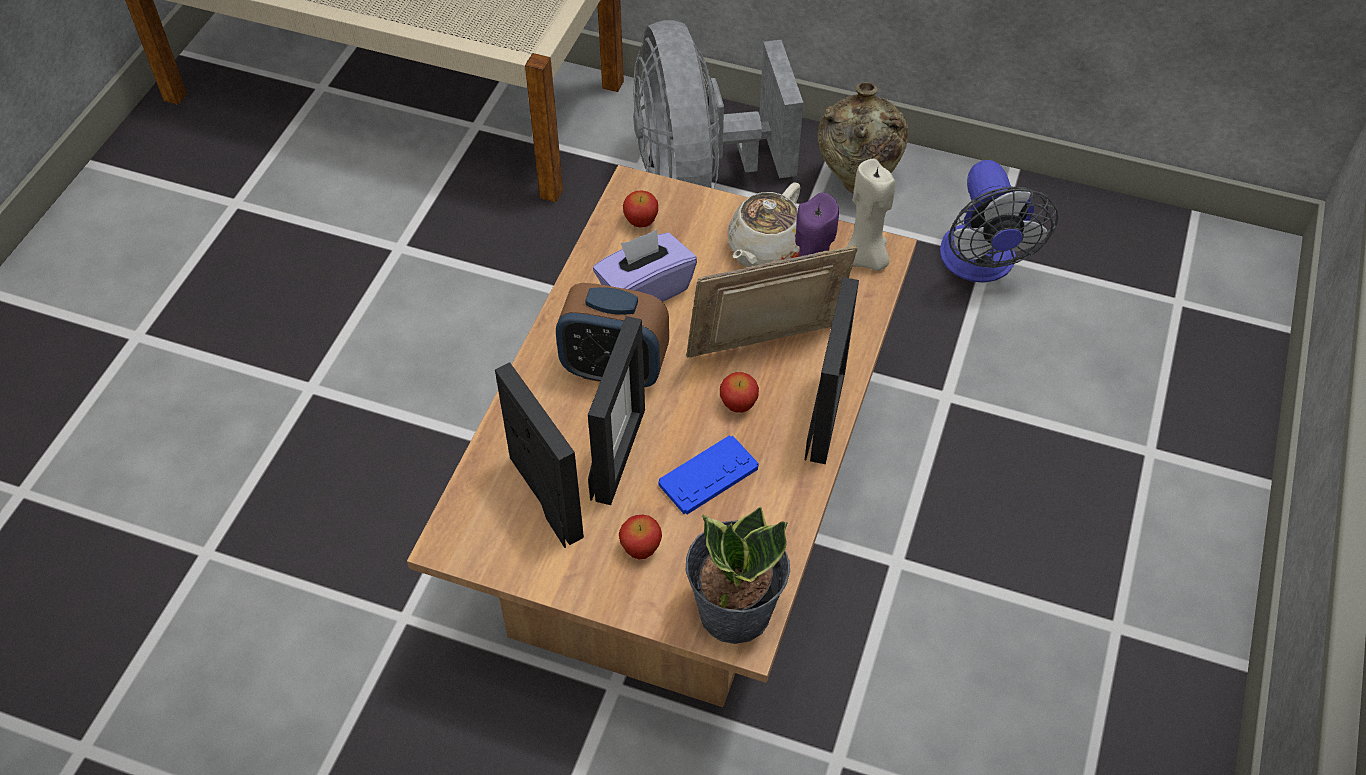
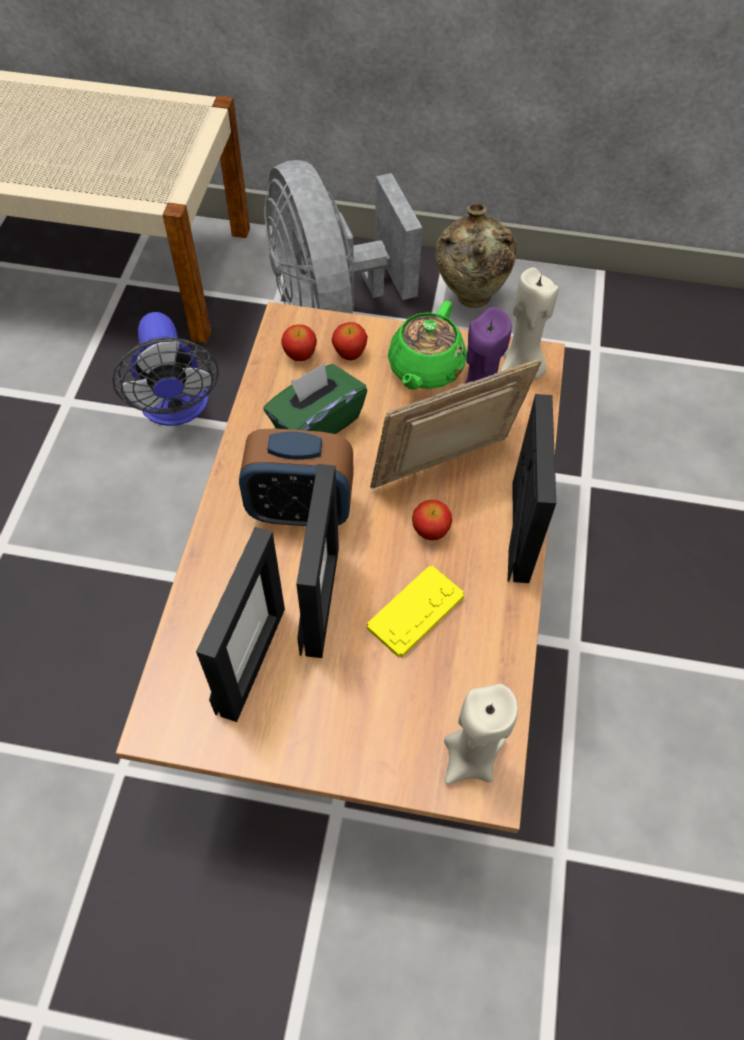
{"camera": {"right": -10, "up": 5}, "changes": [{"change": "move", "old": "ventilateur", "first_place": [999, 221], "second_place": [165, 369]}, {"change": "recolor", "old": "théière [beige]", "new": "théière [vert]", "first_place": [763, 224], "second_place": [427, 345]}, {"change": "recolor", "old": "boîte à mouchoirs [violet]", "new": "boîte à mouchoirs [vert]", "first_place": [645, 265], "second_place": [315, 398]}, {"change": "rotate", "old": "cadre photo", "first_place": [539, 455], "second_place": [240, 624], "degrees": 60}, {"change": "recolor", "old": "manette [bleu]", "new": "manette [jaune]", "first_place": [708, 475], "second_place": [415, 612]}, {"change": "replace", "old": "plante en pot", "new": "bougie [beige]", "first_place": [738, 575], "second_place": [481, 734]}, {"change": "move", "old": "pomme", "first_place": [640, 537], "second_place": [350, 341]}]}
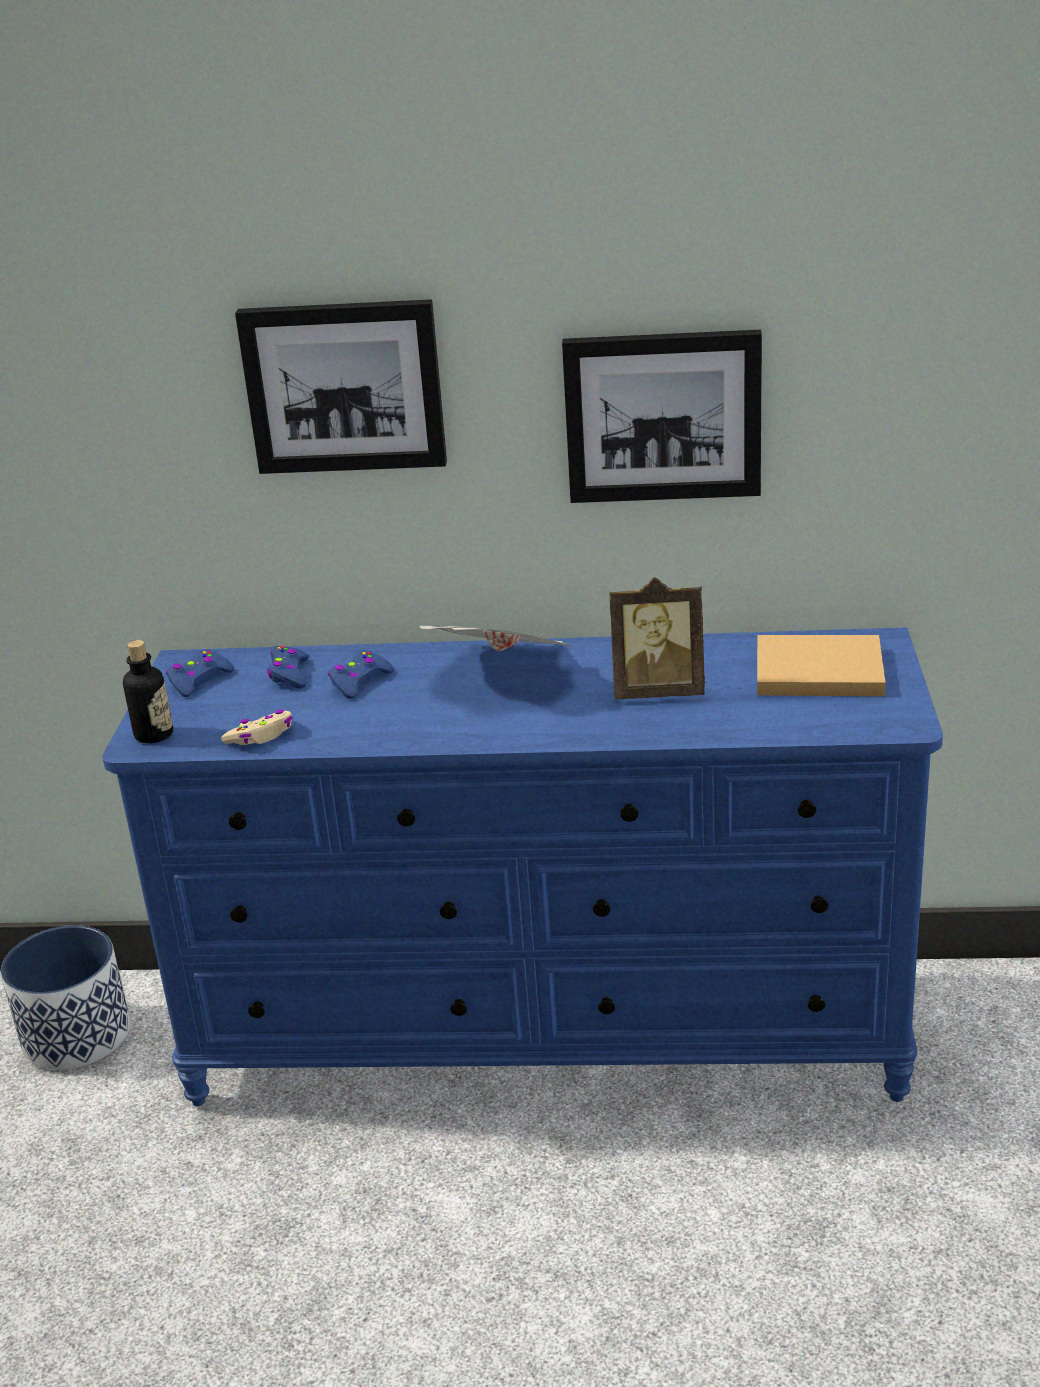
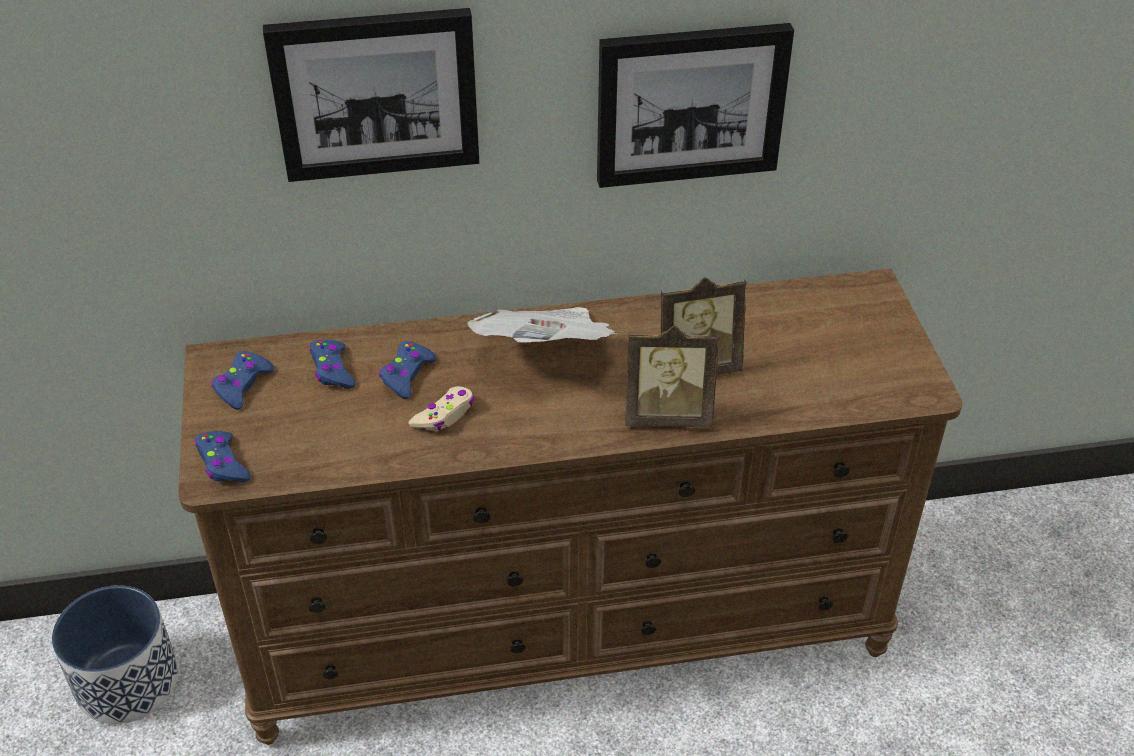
{"camera": {"right": -15, "up": 15}, "changes": [{"change": "recolor", "old": "commode [bleu]", "new": "commode [marron]", "first_place": [522, 866], "second_place": [570, 506]}, {"change": "delete", "old": "livre [beige]", "first_place": [821, 665]}, {"change": "replace", "old": "bouteille", "new": "manette [bleu]", "first_place": [148, 691], "second_place": [223, 456]}, {"change": "move", "old": "manette [beige]", "first_place": [257, 727], "second_place": [442, 408]}, {"change": "insert", "new": "cadre photo", "second_place": [672, 376]}]}
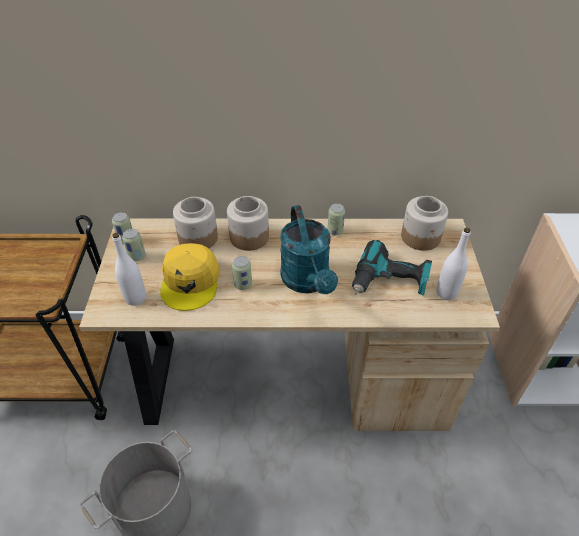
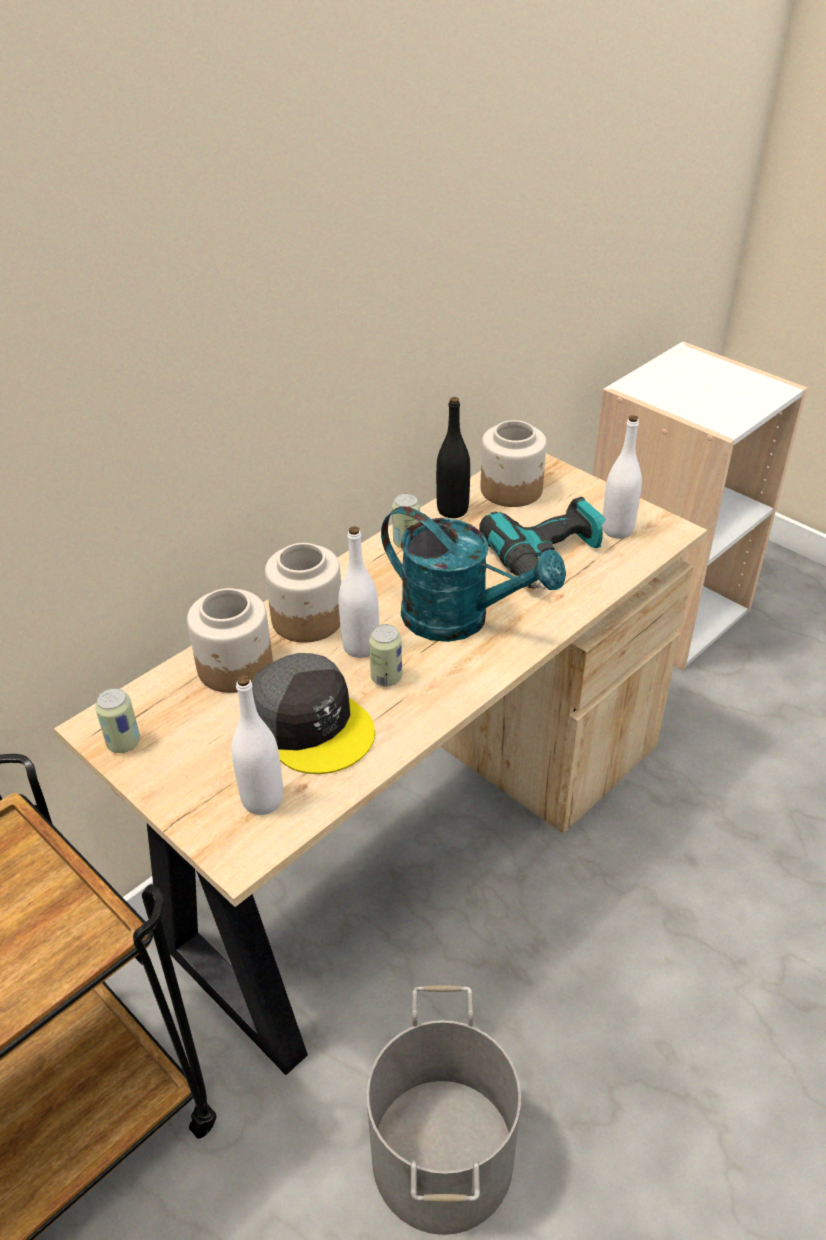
{"camera": {"right": -45, "up": -5}, "changes": [{"change": "delete", "old": "boîte métallique", "first_place": [134, 245]}, {"change": "recolor", "old": "casquette [jaune]", "new": "casquette [gris]", "first_place": [189, 277], "second_place": [313, 713]}, {"change": "insert", "new": "bouteille [noir]", "second_place": [453, 457]}, {"change": "insert", "new": "bouteille [blanc]", "second_place": [358, 592]}]}
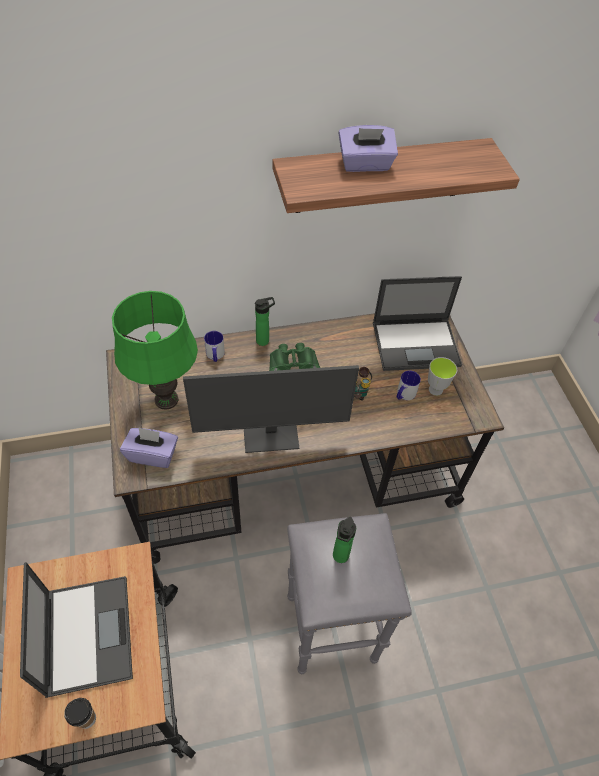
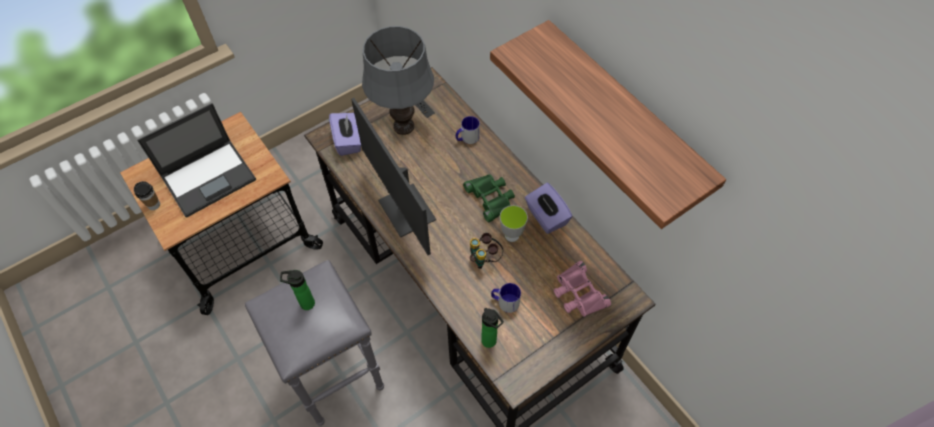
{"camera": {"right": 70, "up": 5}, "changes": [{"change": "move", "old": "boîte à mouchoirs [violet]", "first_place": [368, 148], "second_place": [549, 208]}, {"change": "replace", "old": "ordinateur portable", "new": "jumelles [rose]", "first_place": [417, 323], "second_place": [582, 289]}, {"change": "recolor", "old": "lampe de table [vert]", "new": "lampe de table [gris]", "first_place": [155, 350], "second_place": [398, 80]}, {"change": "move", "old": "bouteille", "first_place": [265, 321], "second_place": [492, 328]}, {"change": "move", "old": "tasse", "first_place": [442, 376], "second_place": [514, 223]}]}
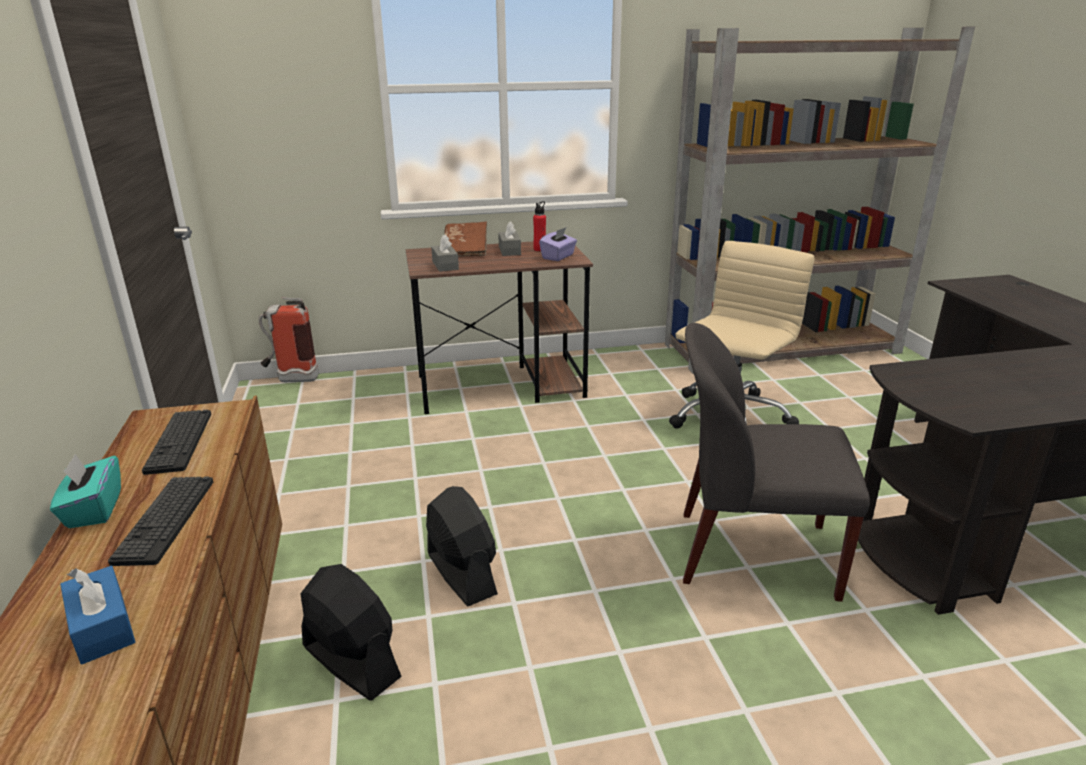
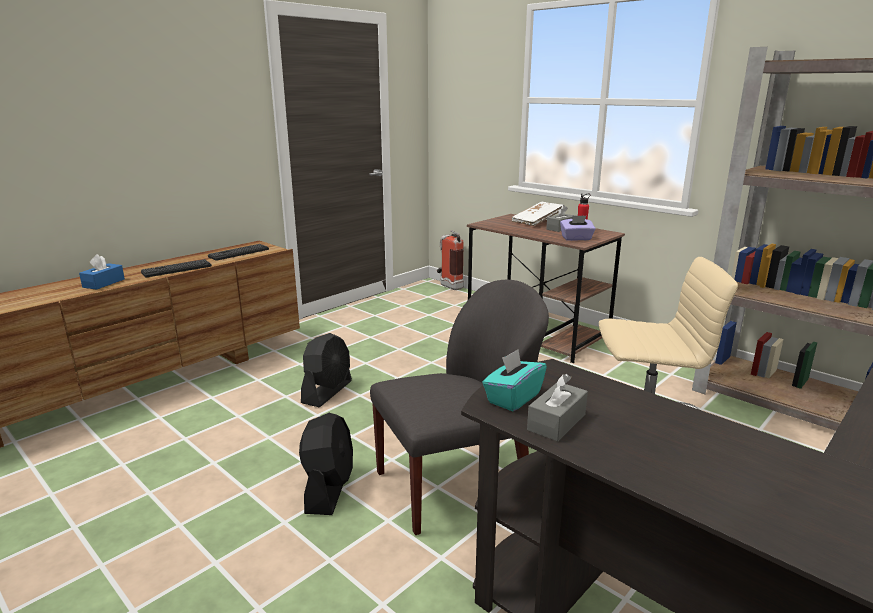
{"camera": {"right": 55, "up": -5}, "changes": [{"change": "recolor", "old": "livre [marron]", "new": "livre [blanc]", "first_place": [465, 239], "second_place": [537, 214]}, {"change": "move", "old": "boîte à mouchoirs [gris]", "first_place": [445, 253], "second_place": [557, 408]}, {"change": "rotate", "old": "chaise [gris]", "first_place": [776, 462], "second_place": [459, 407], "degrees": 90}, {"change": "move", "old": "boîte à mouchoirs [turquoise]", "first_place": [85, 491], "second_place": [514, 380]}, {"change": "move", "old": "ventilateur [noir]", "first_place": [351, 632], "second_place": [326, 464]}]}
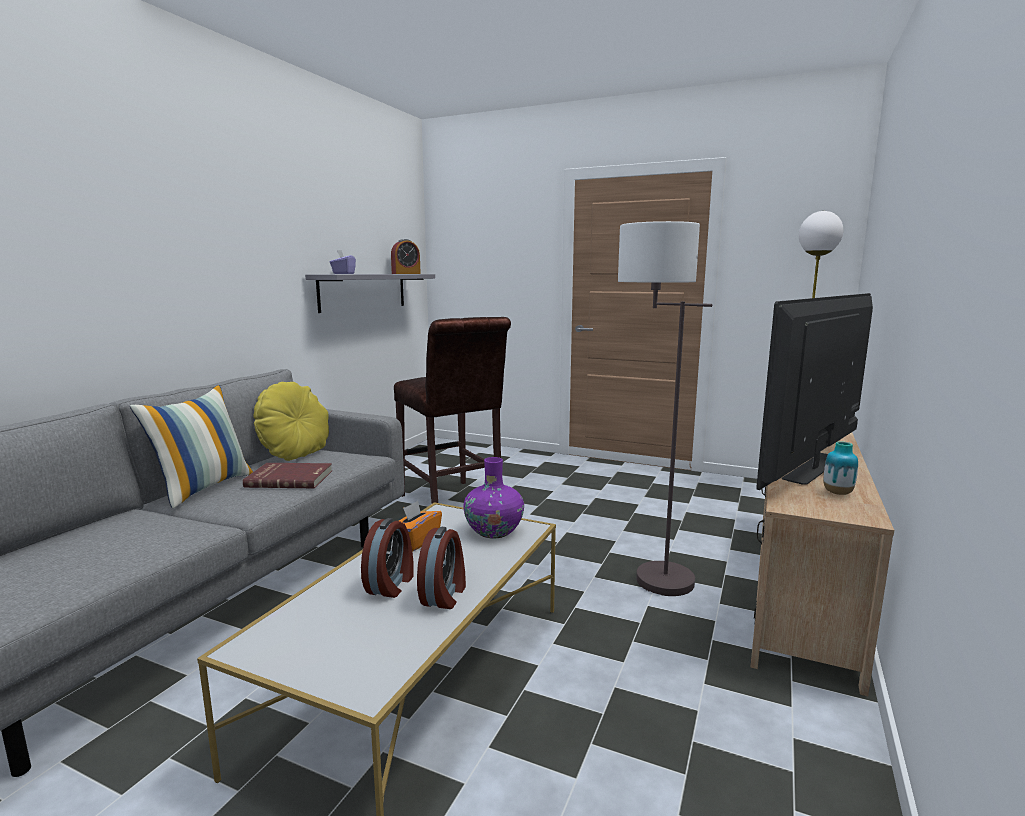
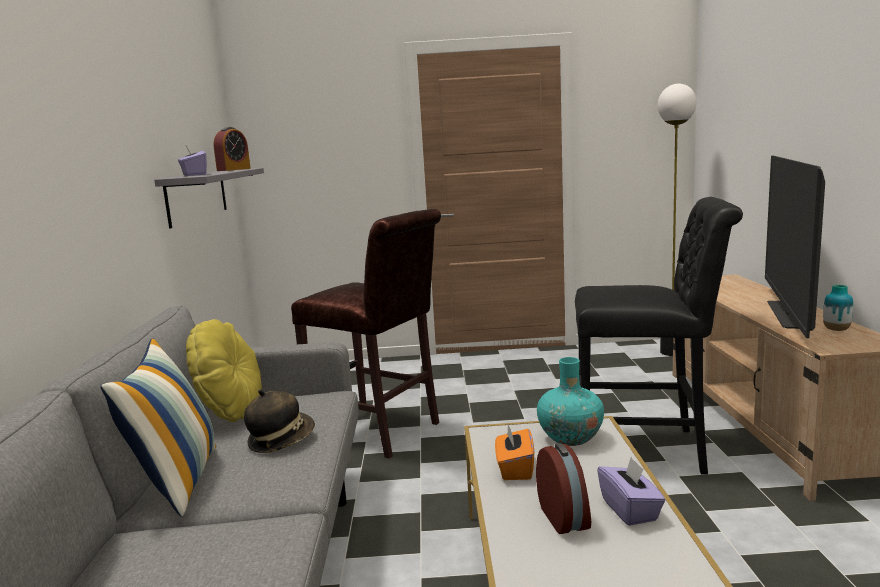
{"camera": {"right": -25, "up": 0}, "changes": [{"change": "replace", "old": "lampadaire [blanc]", "new": "tabouret [noir]", "first_place": [665, 408], "second_place": [659, 336]}, {"change": "recolor", "old": "vase [violet]", "new": "vase [turquoise]", "first_place": [493, 497], "second_place": [570, 401]}, {"change": "replace", "old": "livre [rouge]", "new": "chapeau", "first_place": [287, 475], "second_place": [279, 421]}, {"change": "replace", "old": "réveil", "new": "boîte à mouchoirs [violet]", "first_place": [441, 568], "second_place": [631, 491]}]}
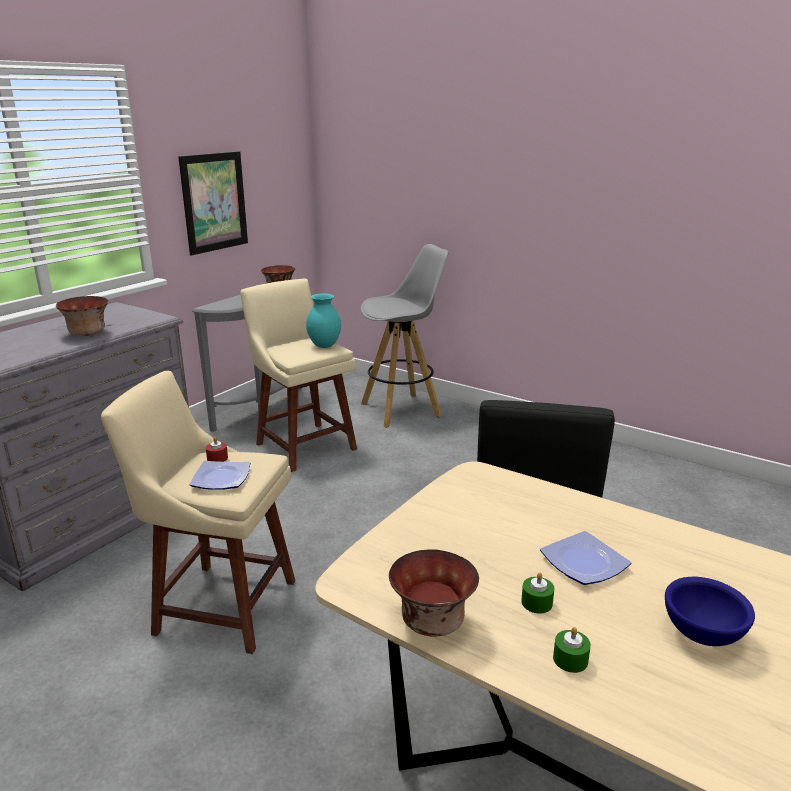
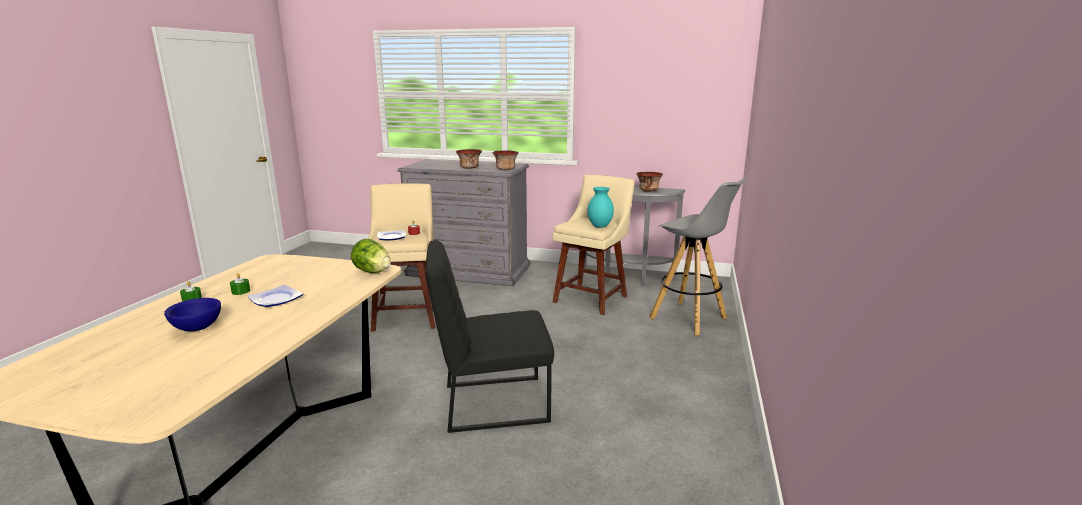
{"camera": {"right": 70, "up": -5}, "changes": [{"change": "delete", "old": "tableau", "first_place": [213, 203]}, {"change": "move", "old": "bol", "first_place": [434, 593], "second_place": [505, 160]}, {"change": "insert", "new": "laitue", "second_place": [371, 256]}]}
